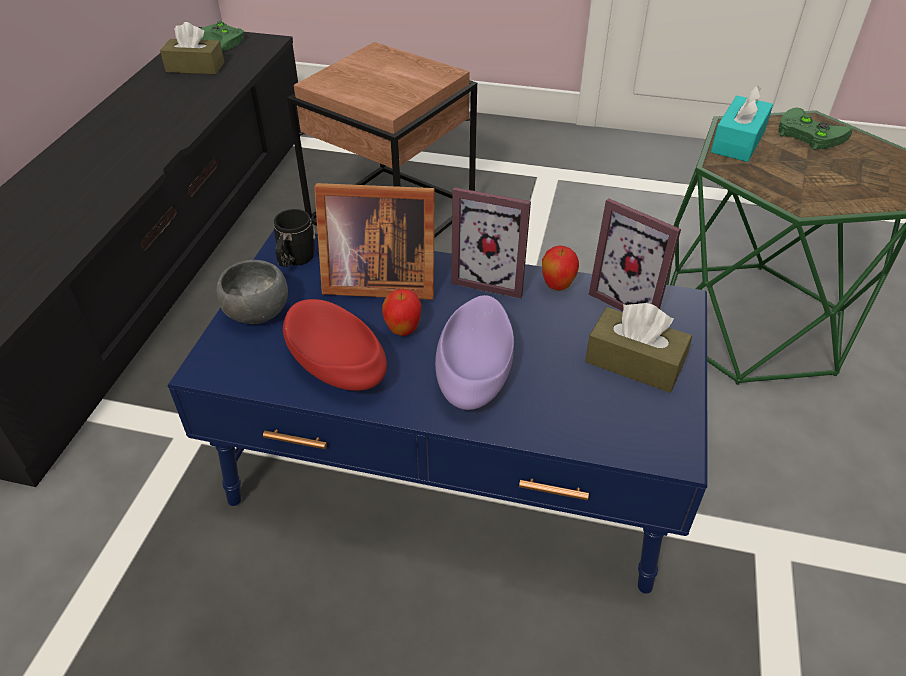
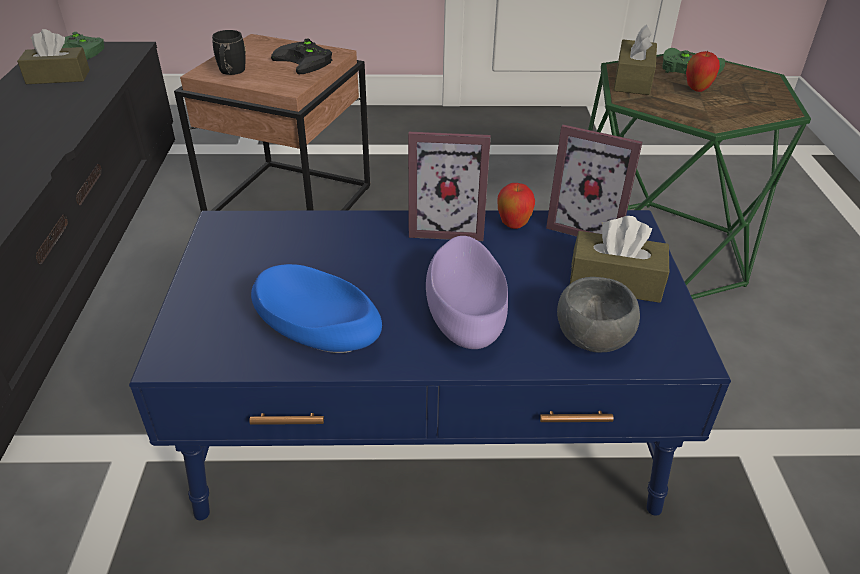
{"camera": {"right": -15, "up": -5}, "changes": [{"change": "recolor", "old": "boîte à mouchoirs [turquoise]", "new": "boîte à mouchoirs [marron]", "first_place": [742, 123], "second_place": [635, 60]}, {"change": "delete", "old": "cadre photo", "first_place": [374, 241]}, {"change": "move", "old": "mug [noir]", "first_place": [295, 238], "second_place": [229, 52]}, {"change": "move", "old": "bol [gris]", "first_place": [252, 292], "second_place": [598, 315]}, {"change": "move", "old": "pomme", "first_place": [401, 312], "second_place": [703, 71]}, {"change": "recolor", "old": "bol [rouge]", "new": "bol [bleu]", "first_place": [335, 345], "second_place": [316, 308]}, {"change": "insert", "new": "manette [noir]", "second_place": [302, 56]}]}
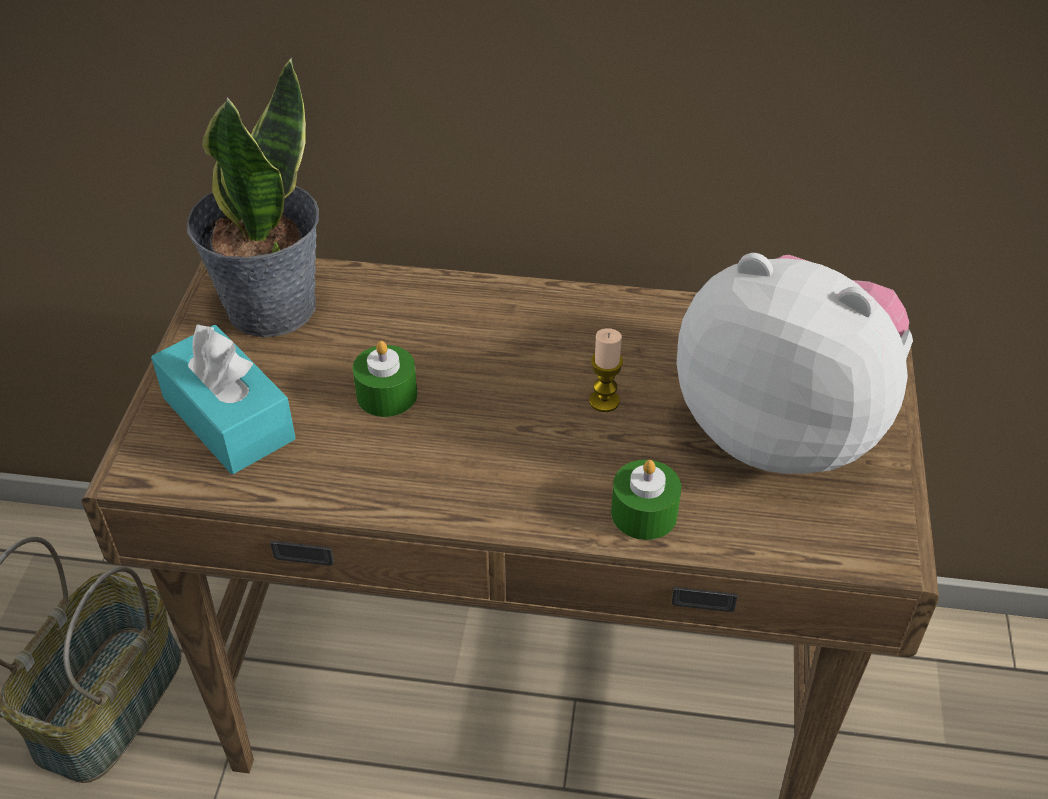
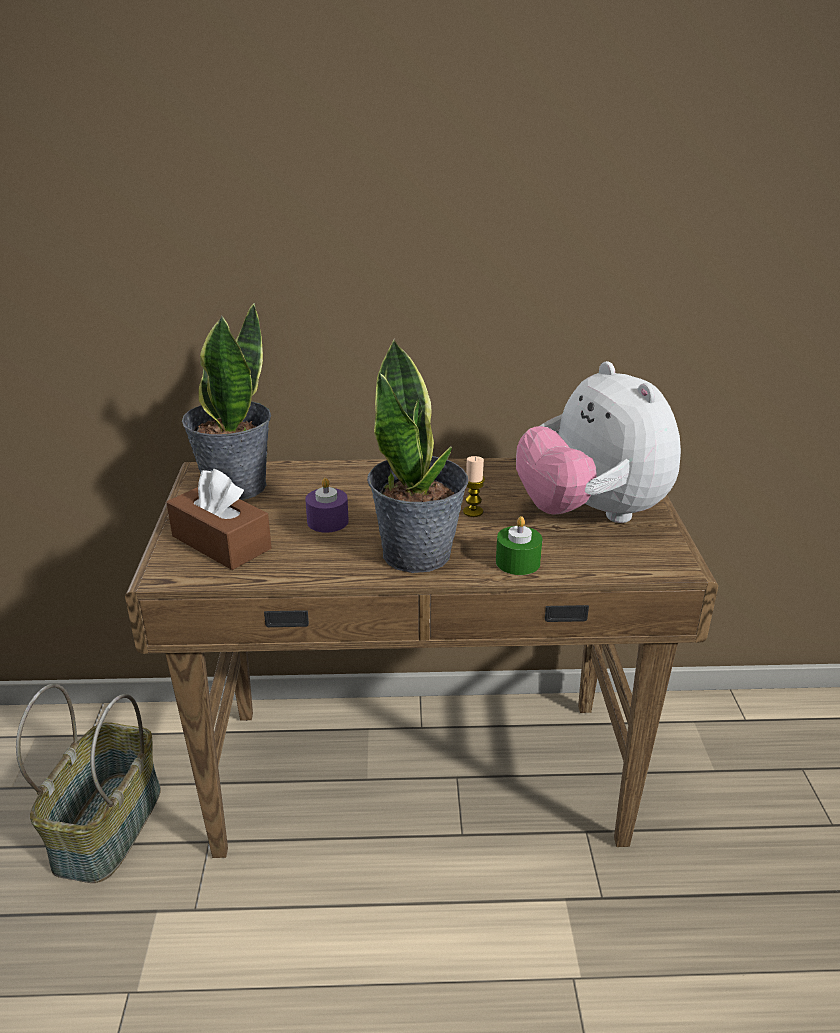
{"camera": {"right": -10, "up": -15}, "changes": [{"change": "rotate", "old": "peluche", "first_place": [795, 363], "second_place": [598, 442], "degrees": -135}, {"change": "recolor", "old": "boîte à mouchoirs [turquoise]", "new": "boîte à mouchoirs [marron]", "first_place": [223, 399], "second_place": [219, 519]}, {"change": "recolor", "old": "bougie [vert]", "new": "bougie [violet]", "first_place": [385, 379], "second_place": [327, 505]}, {"change": "insert", "new": "plante en pot", "second_place": [417, 456]}]}
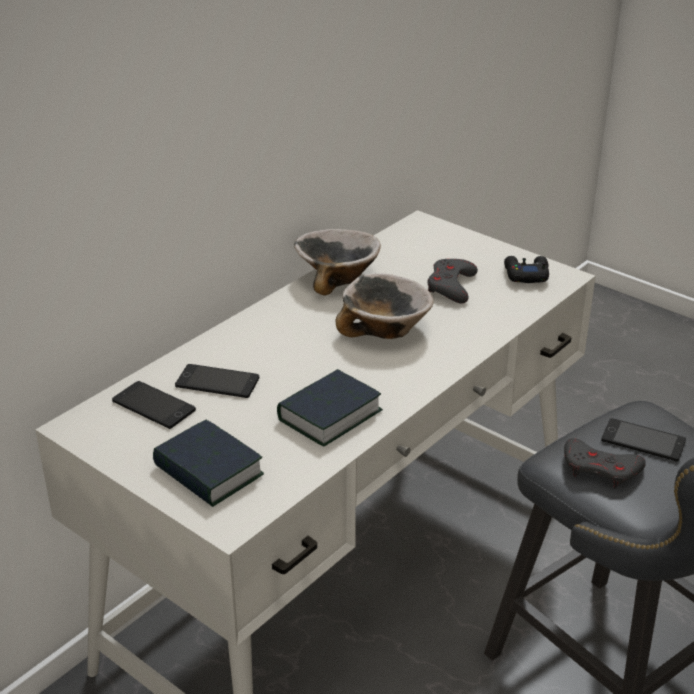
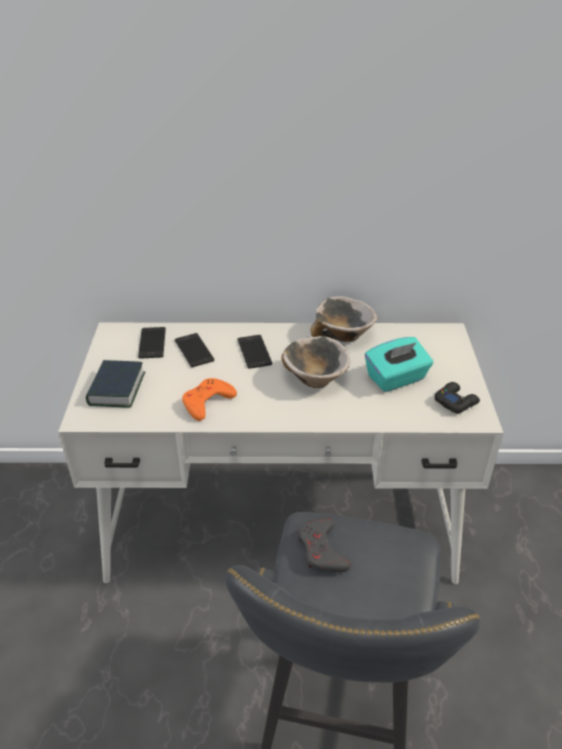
{"camera": {"right": 50, "up": 5}, "changes": [{"change": "replace", "old": "manette [gris]", "new": "boîte à mouchoirs [turquoise]", "first_place": [452, 281], "second_place": [399, 364]}, {"change": "replace", "old": "livre", "new": "manette [orange]", "first_place": [330, 407], "second_place": [209, 399]}, {"change": "move", "old": "téléphone", "first_place": [643, 439], "second_place": [255, 352]}]}
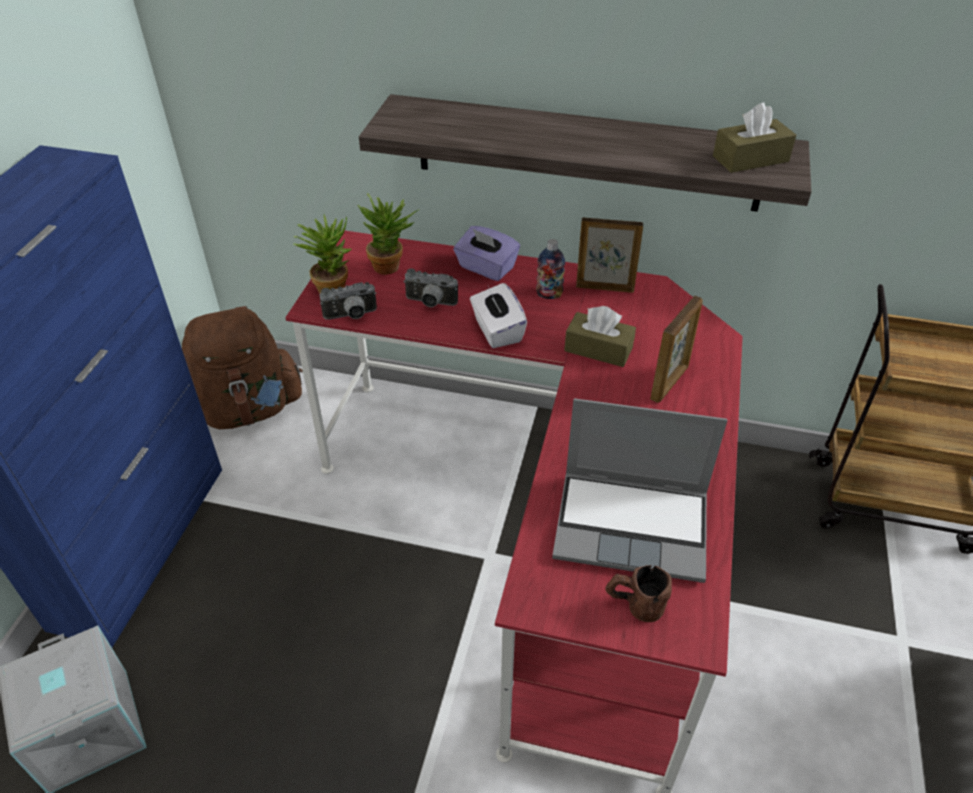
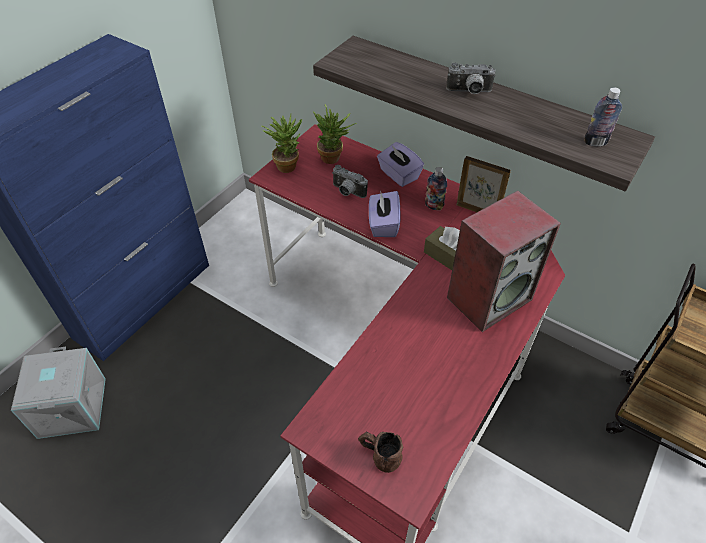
{"camera": {"right": 20, "up": 5}, "changes": [{"change": "replace", "old": "boîte à mouchoirs [marron]", "new": "bouteille", "first_place": [754, 138], "second_place": [603, 117]}, {"change": "move", "old": "appareil photo", "first_place": [348, 301], "second_place": [471, 78]}, {"change": "recolor", "old": "boîte à mouchoirs [blanc]", "new": "boîte à mouchoirs [violet]", "first_place": [498, 315], "second_place": [385, 214]}, {"change": "replace", "old": "cadre photo", "new": "enceinte", "first_place": [676, 349], "second_place": [504, 261]}, {"change": "delete", "old": "sac à dos [marron]", "first_place": [242, 367]}, {"change": "delete", "old": "ordinateur portable", "first_place": [640, 490]}]}
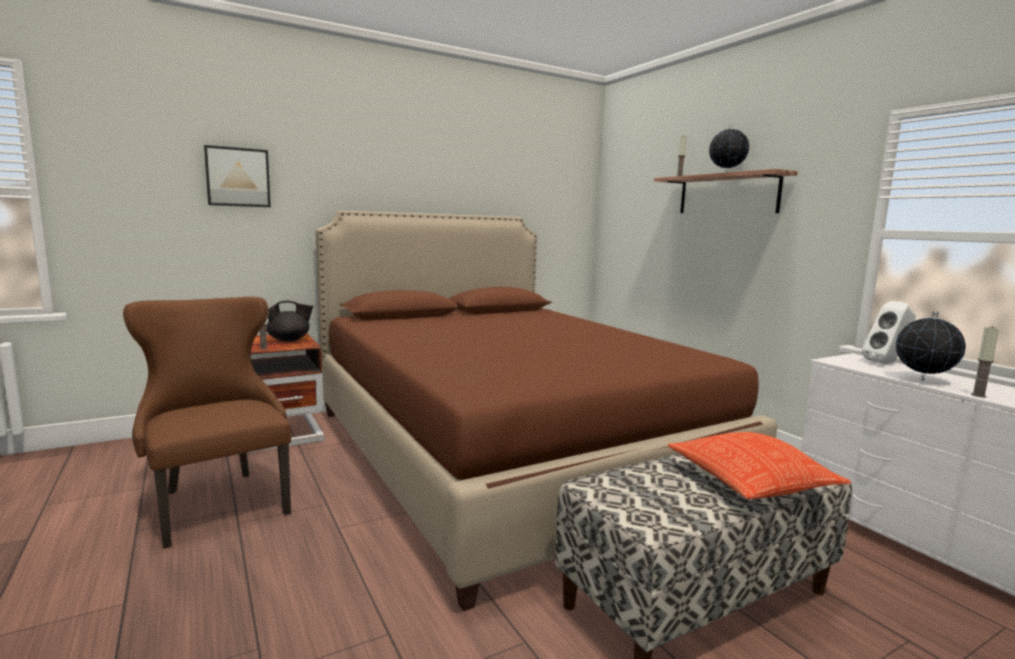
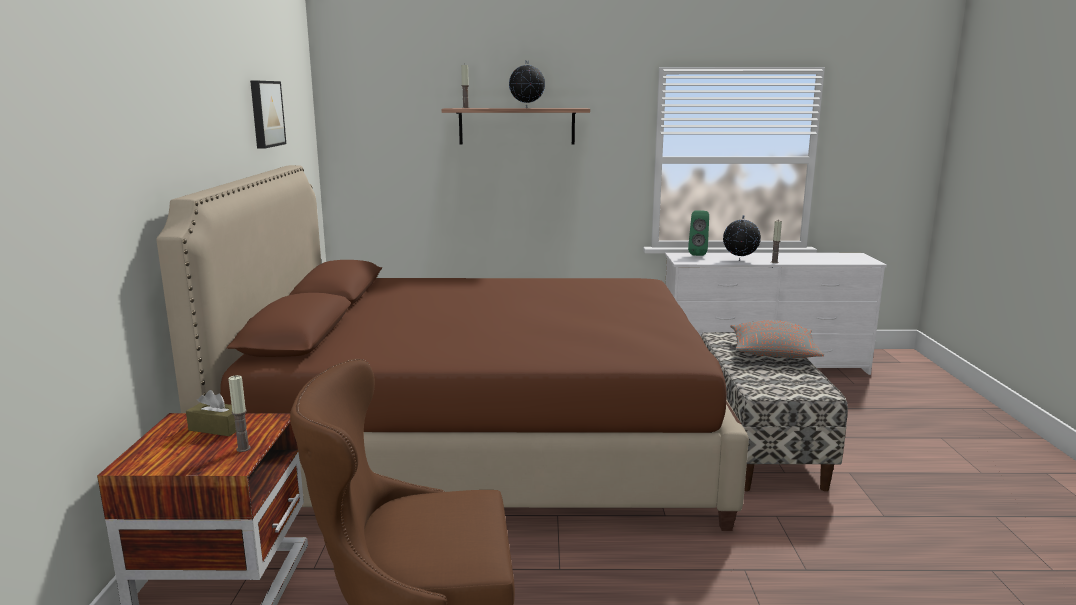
{"camera": {"right": -60, "up": 5}, "changes": [{"change": "move", "old": "tableau", "first_place": [237, 176], "second_place": [268, 115]}, {"change": "replace", "old": "théière [noir]", "new": "boîte à mouchoirs [marron]", "first_place": [289, 321], "second_place": [211, 413]}, {"change": "recolor", "old": "enceinte [blanc]", "new": "enceinte [vert]", "first_place": [889, 332], "second_place": [698, 233]}, {"change": "recolor", "old": "coussin [orange]", "new": "coussin [gris]", "first_place": [759, 465], "second_place": [777, 339]}]}
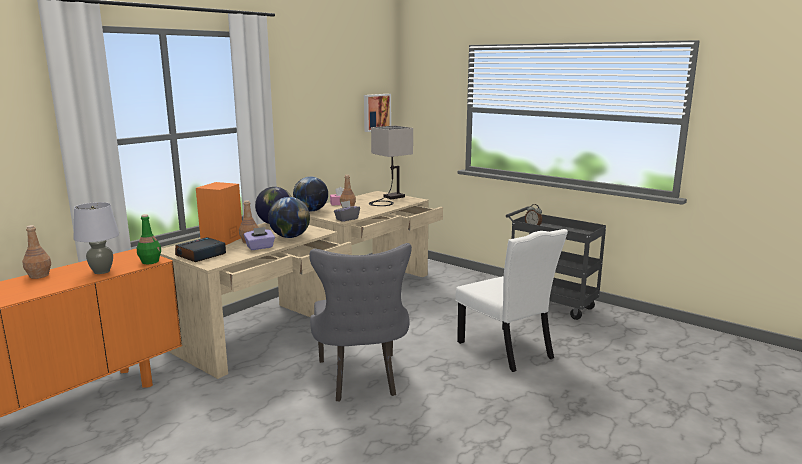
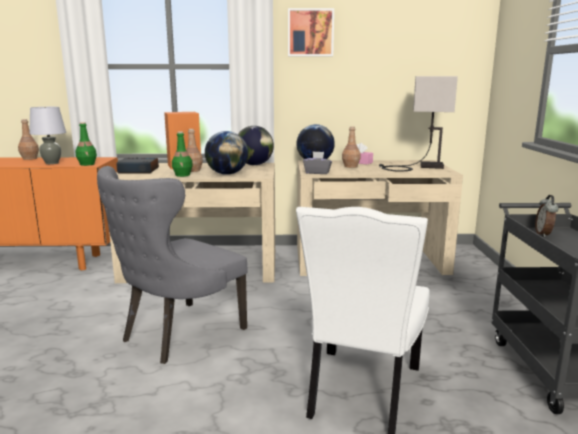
{"camera": {"right": 50, "up": 0}, "changes": [{"change": "move", "old": "tableau", "first_place": [377, 113], "second_place": [311, 32]}, {"change": "replace", "old": "boîte à mouchoirs [violet]", "new": "bouteille [vert]", "first_place": [259, 238], "second_place": [182, 154]}]}
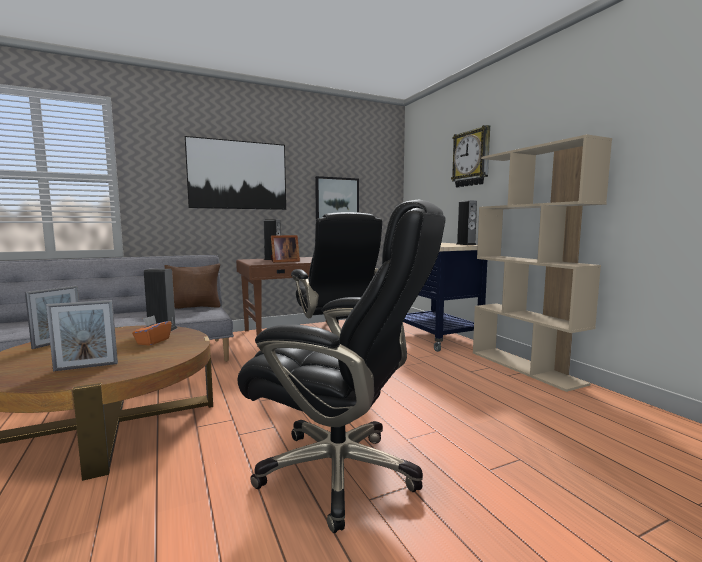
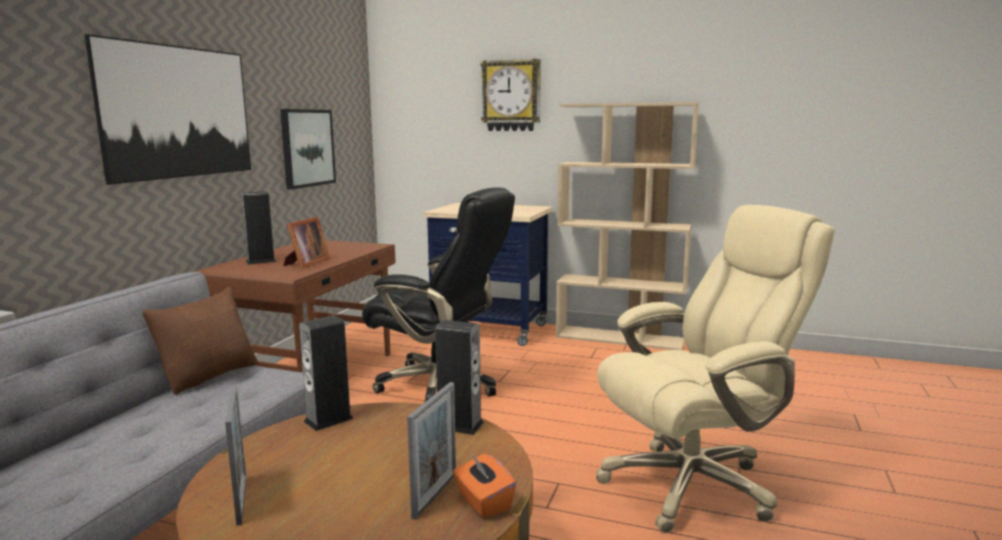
{"camera": {"right": -45, "up": 5}, "changes": [{"change": "recolor", "old": "chaise de bureau [noir]", "new": "chaise de bureau [beige]", "first_place": [341, 366], "second_place": [715, 369]}, {"change": "move", "old": "enceinte", "first_place": [467, 222], "second_place": [459, 377]}, {"change": "move", "old": "boîte à mouchoirs [orange]", "first_place": [152, 331], "second_place": [484, 486]}]}
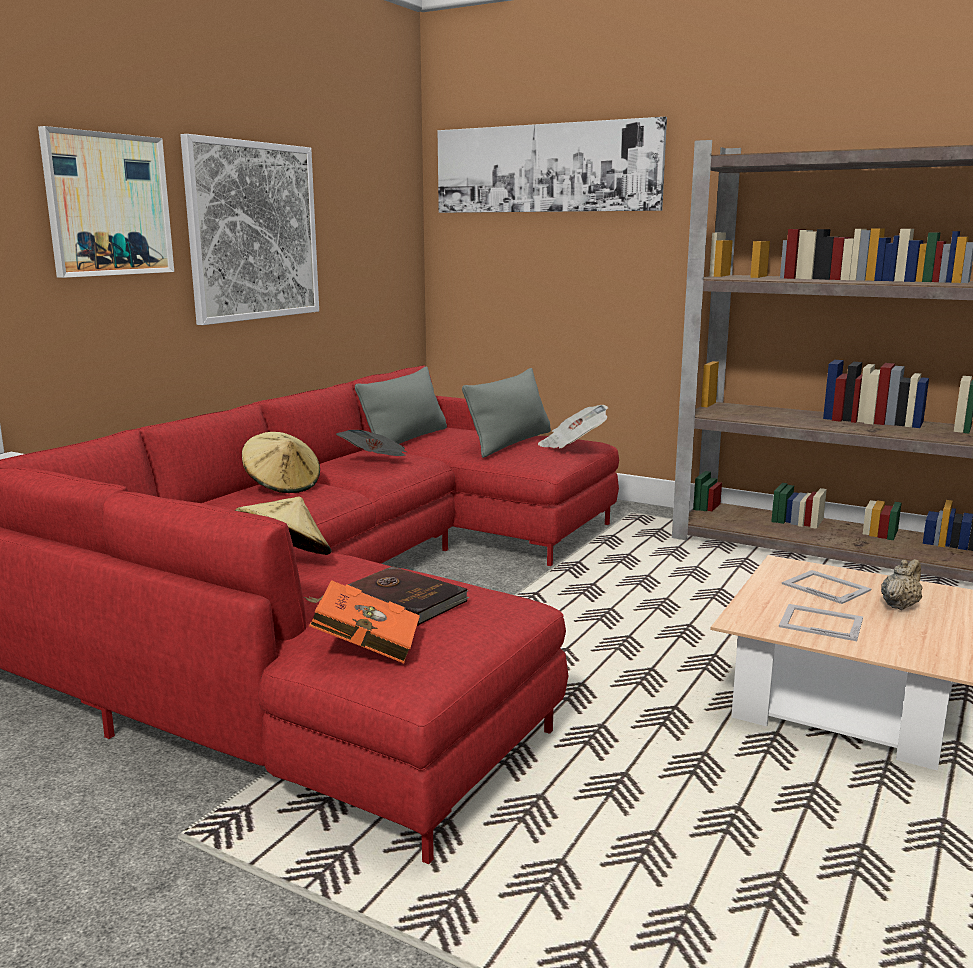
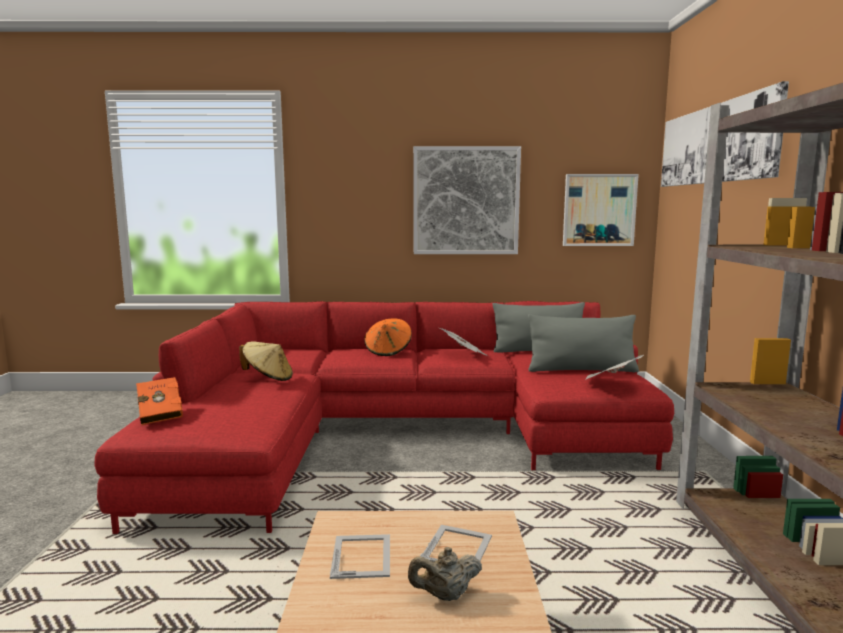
{"camera": {"right": 60, "up": -5}, "changes": [{"change": "move", "old": "tableau", "first_place": [106, 202], "second_place": [601, 210]}, {"change": "recolor", "old": "chapeau [beige]", "new": "chapeau [orange]", "first_place": [281, 462], "second_place": [388, 337]}, {"change": "rotate", "old": "théière [beige]", "first_place": [902, 584], "second_place": [445, 574], "degrees": 150}, {"change": "delete", "old": "livre [marron]", "first_place": [407, 596]}]}
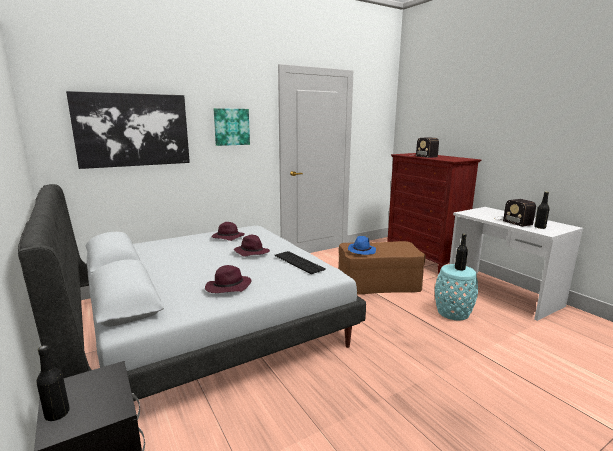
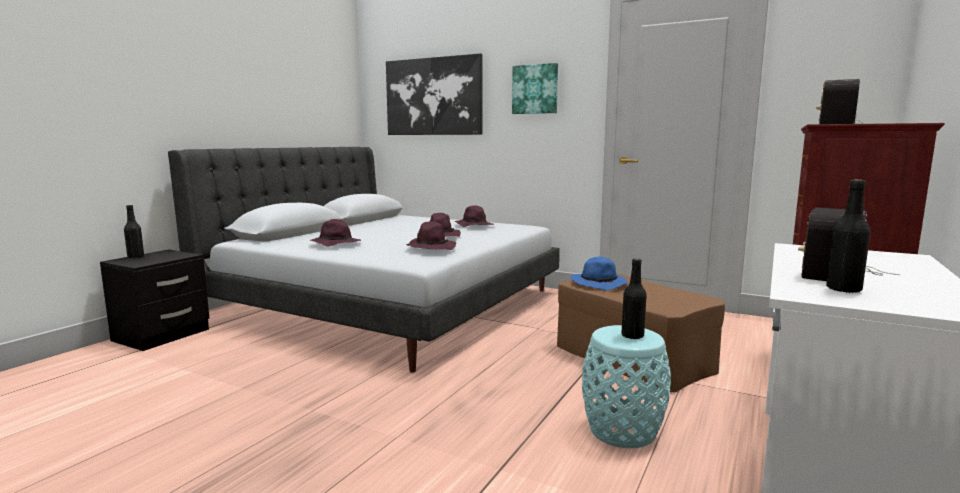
{"camera": {"right": 60, "up": -5}, "changes": [{"change": "replace", "old": "clavier", "new": "chapeau [violet]", "first_place": [300, 262], "second_place": [431, 235]}]}
